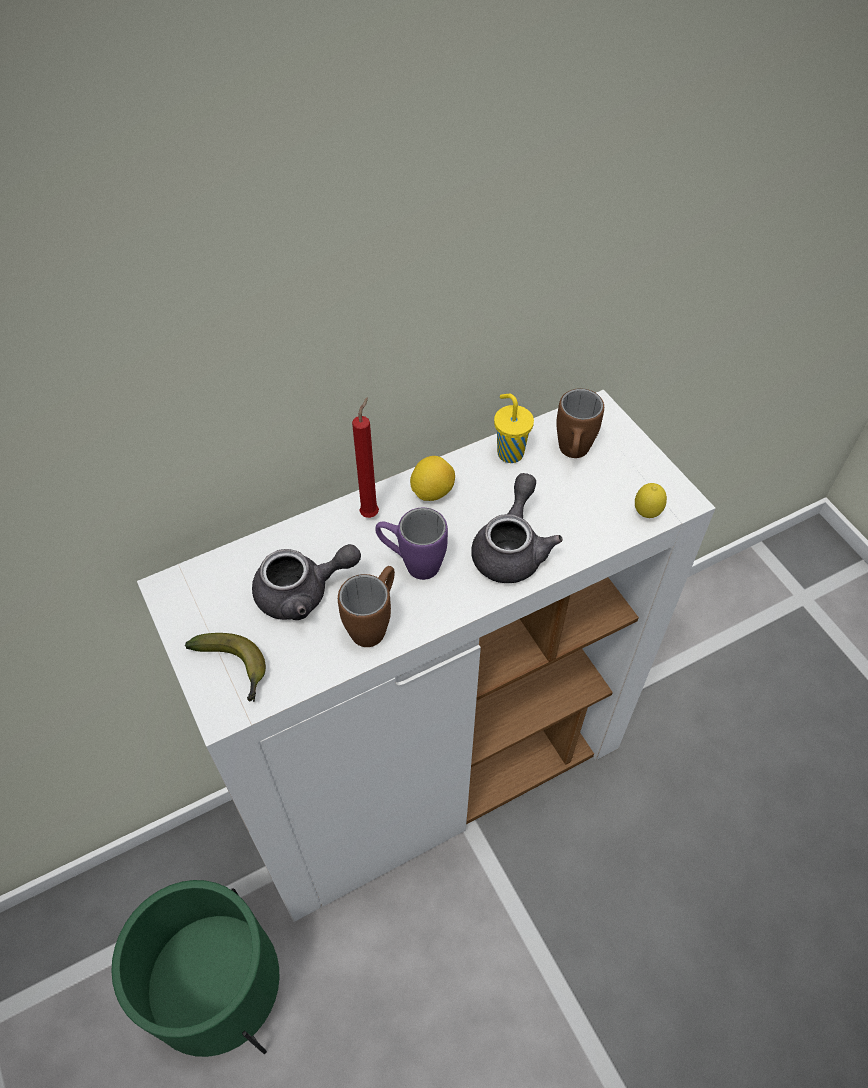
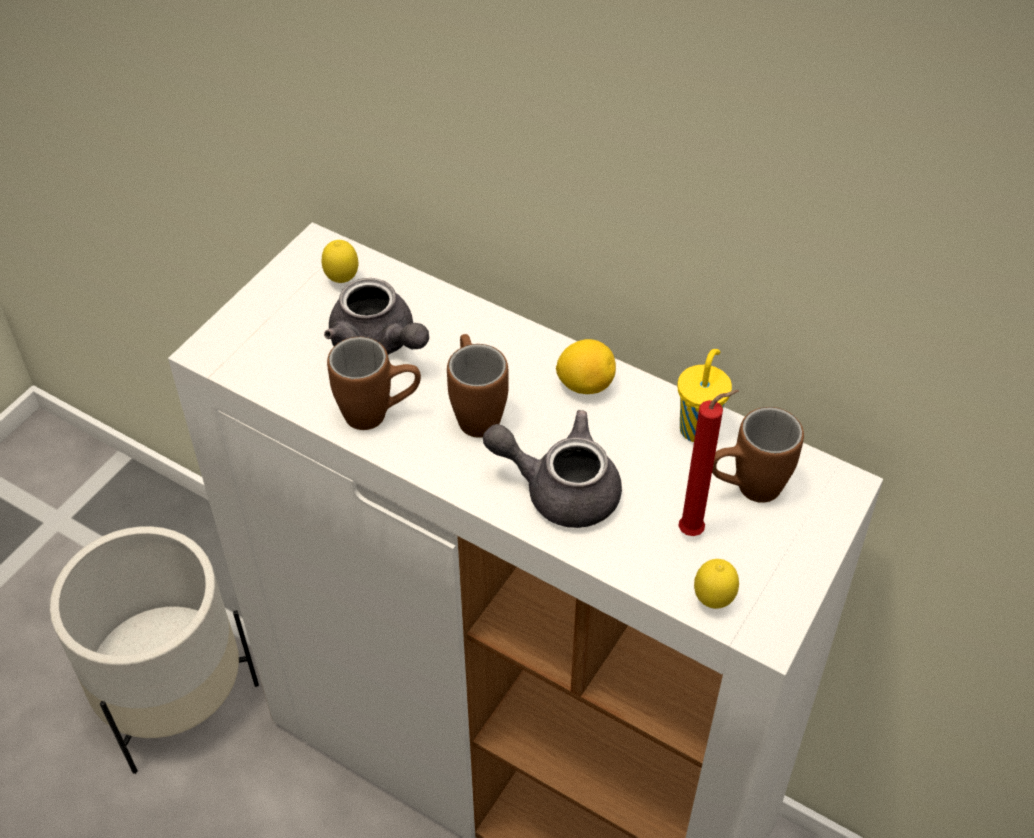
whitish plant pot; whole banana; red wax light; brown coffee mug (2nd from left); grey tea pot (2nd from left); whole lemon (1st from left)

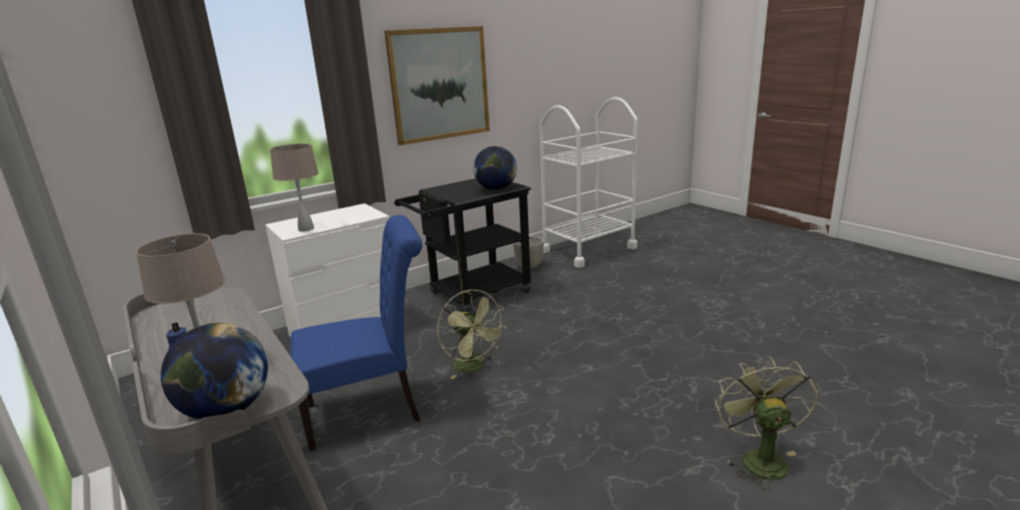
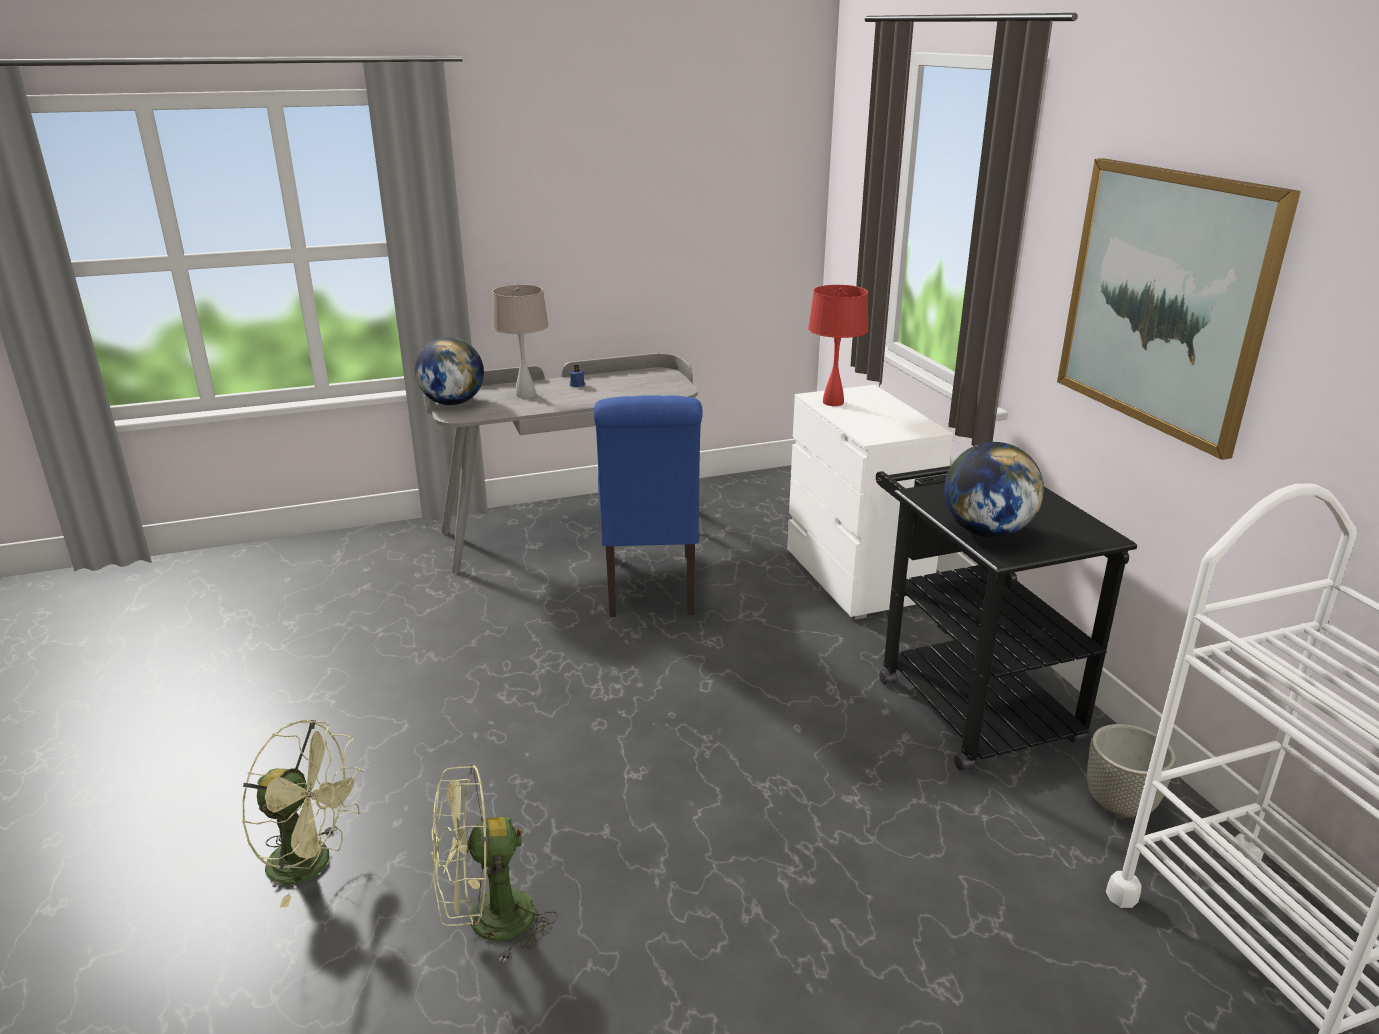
red lamp for a table; green-coloured fan (2nd from left)

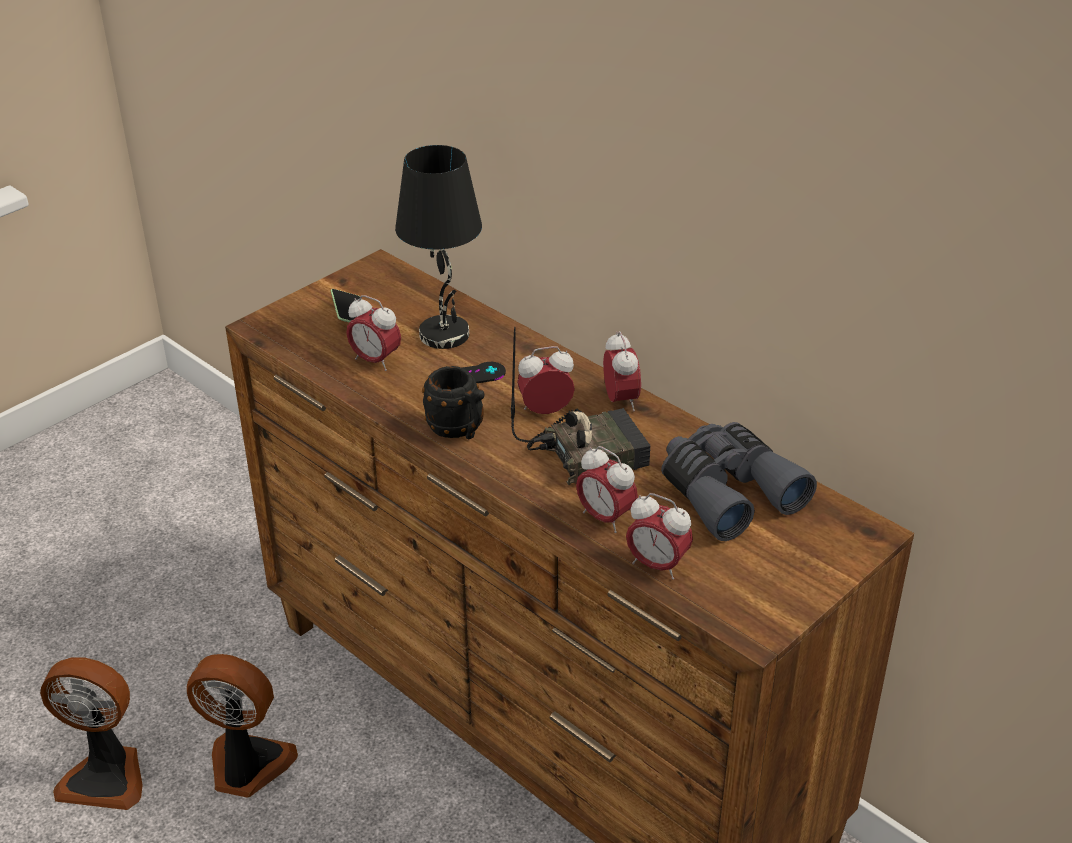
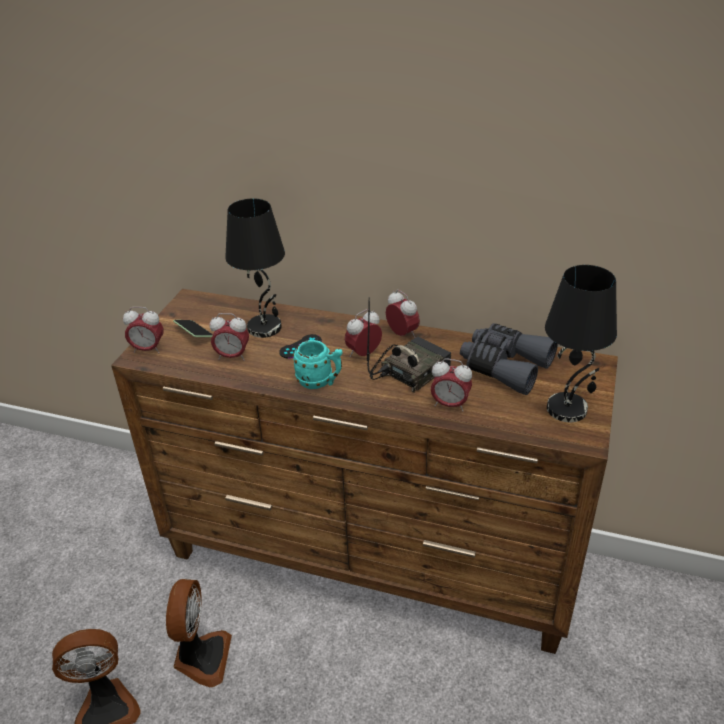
fan (2nd from left); turquoise coffee mug; bedside clock (1st from left); black-coloured lamp for a table (2nd from left)

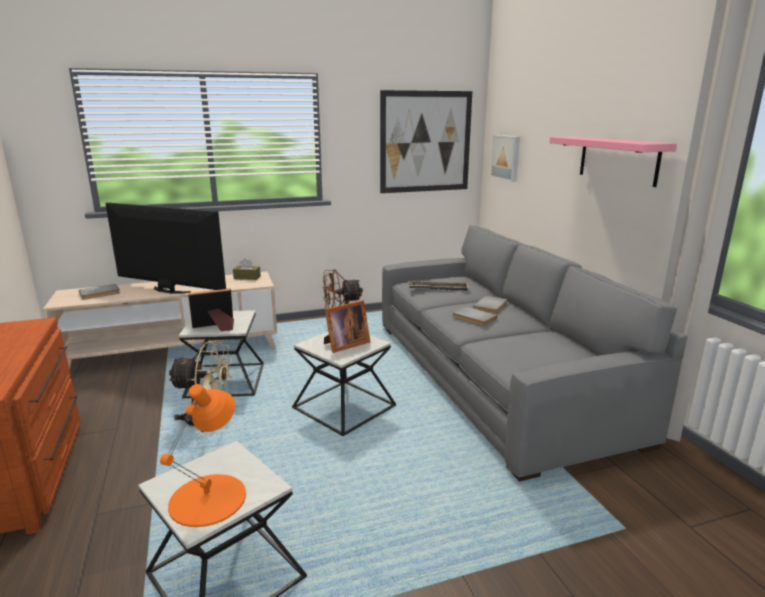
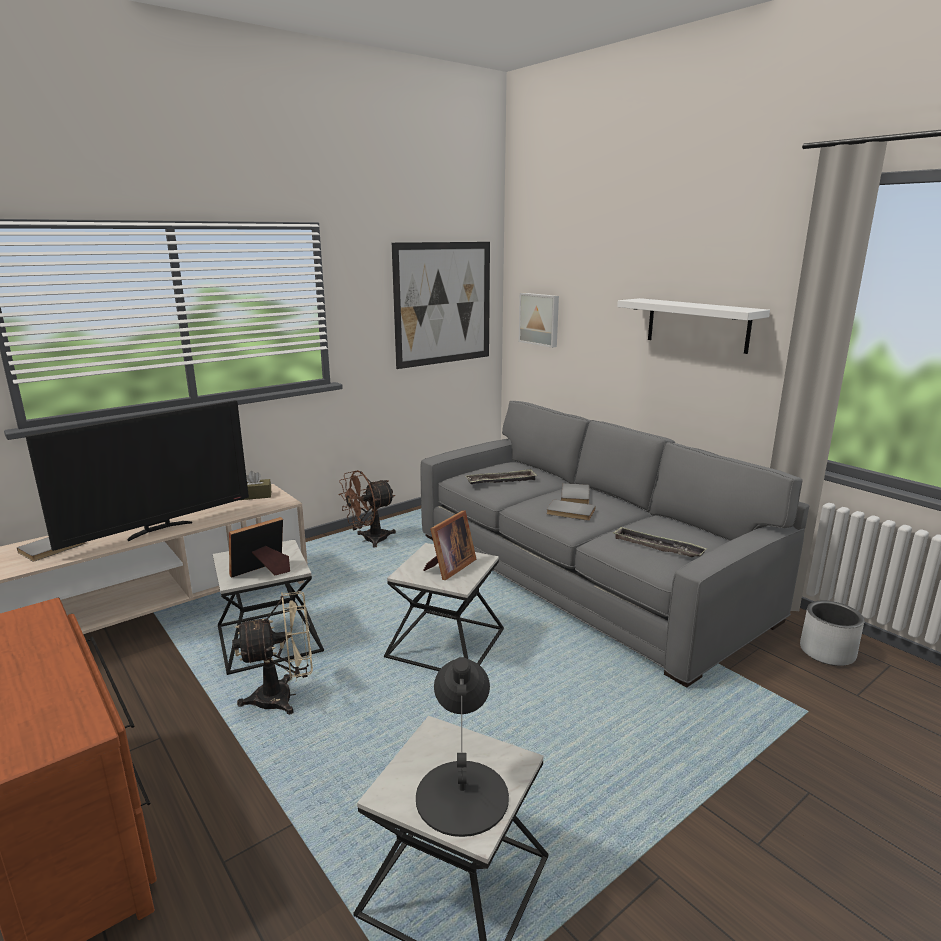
TV; black-coloured lamp for a table; whitish shelf; tray (2nd from left); grey plant pot

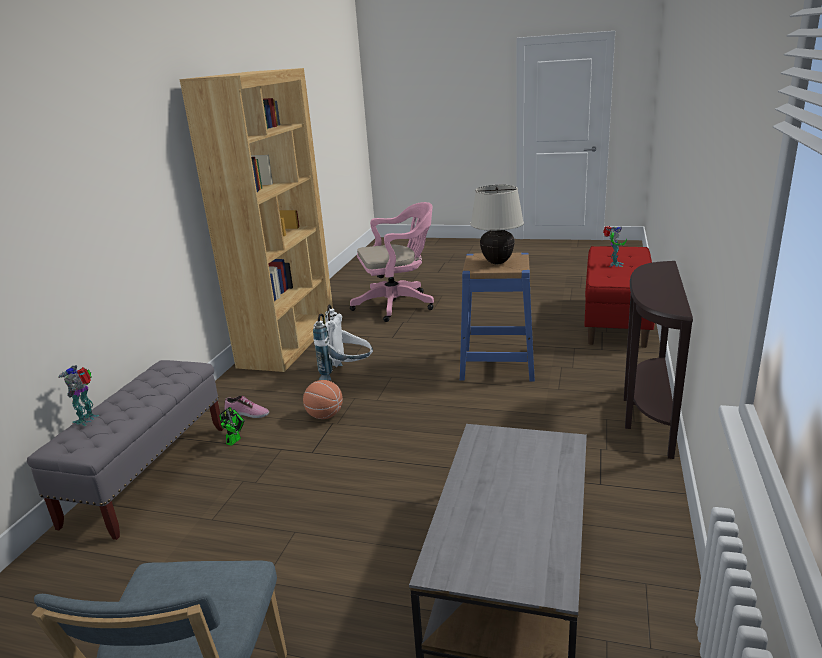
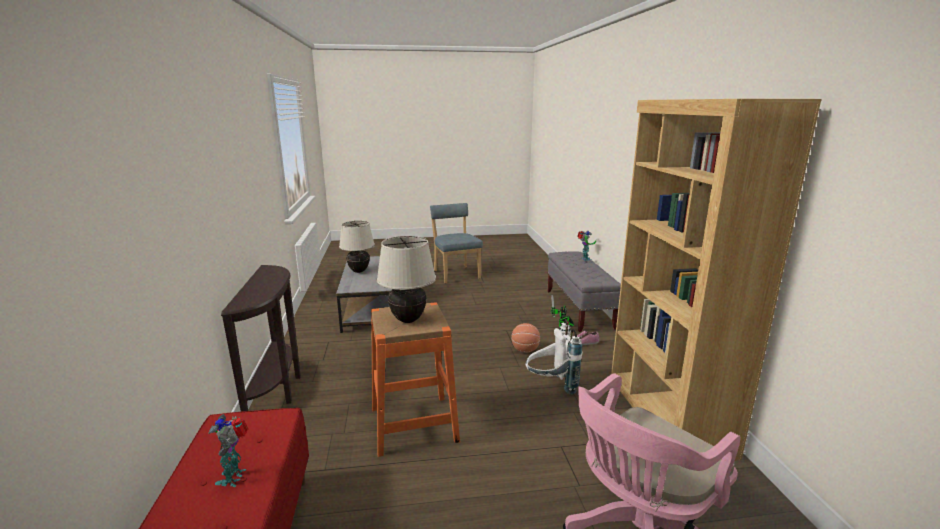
orangey stool seat; beige-coloured lamp for a table (1st from left)

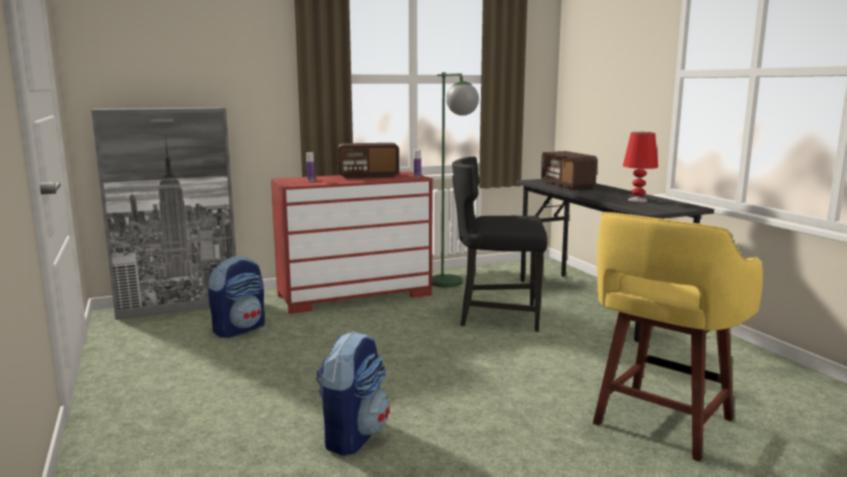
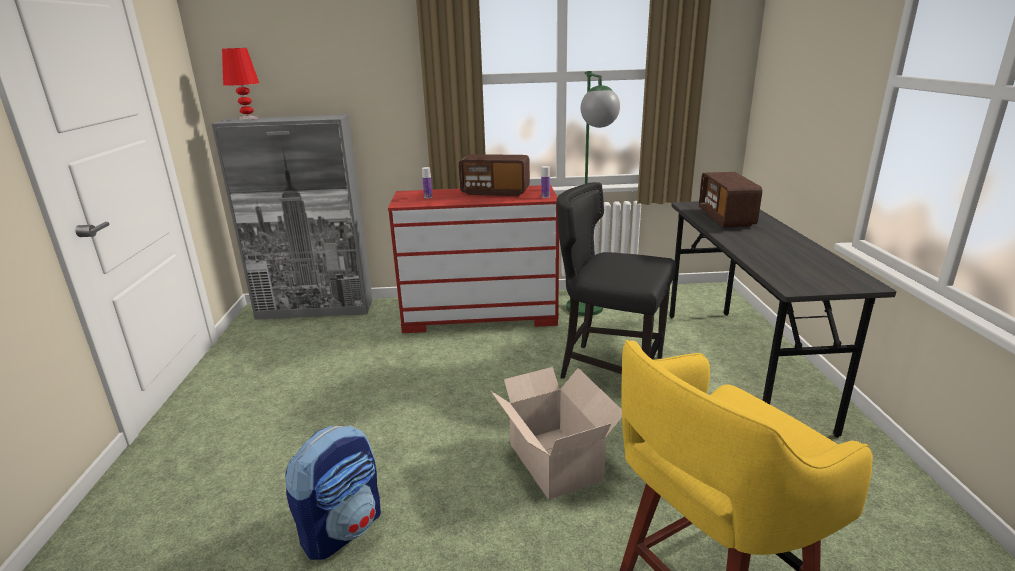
knapsack (1st from left in the first image); red lamp for a table; packing box

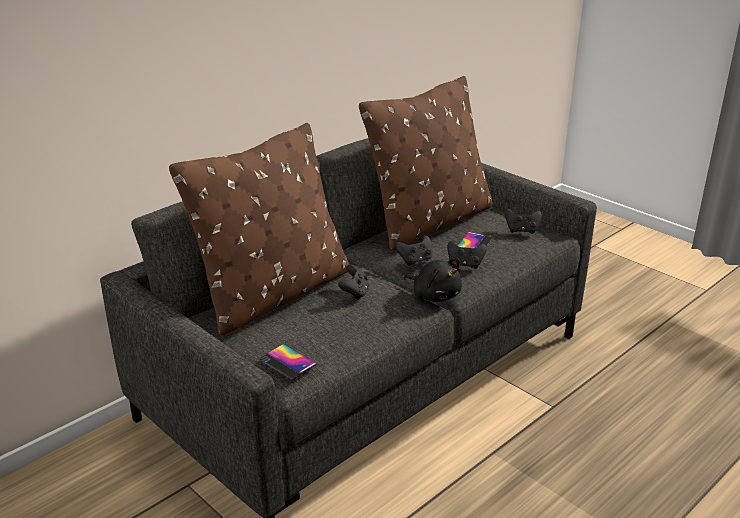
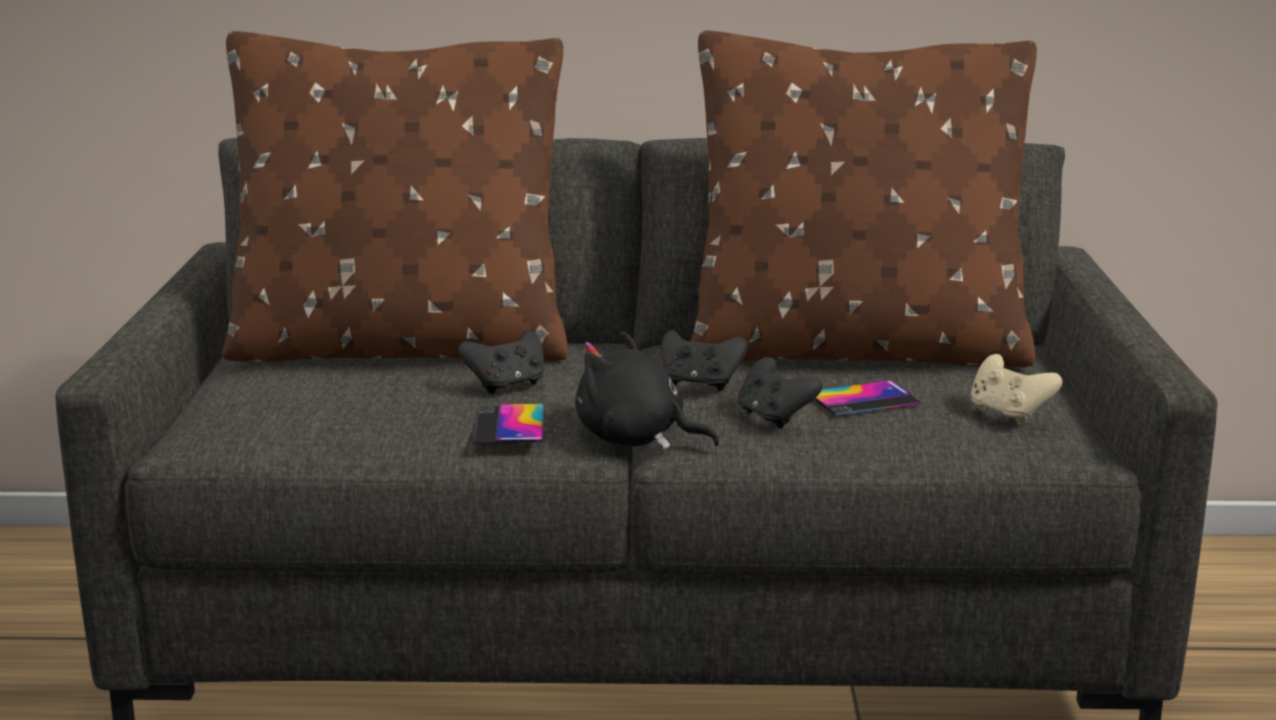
telephone (1st from left); black-coloured plush toy; beige-coloured gamepad

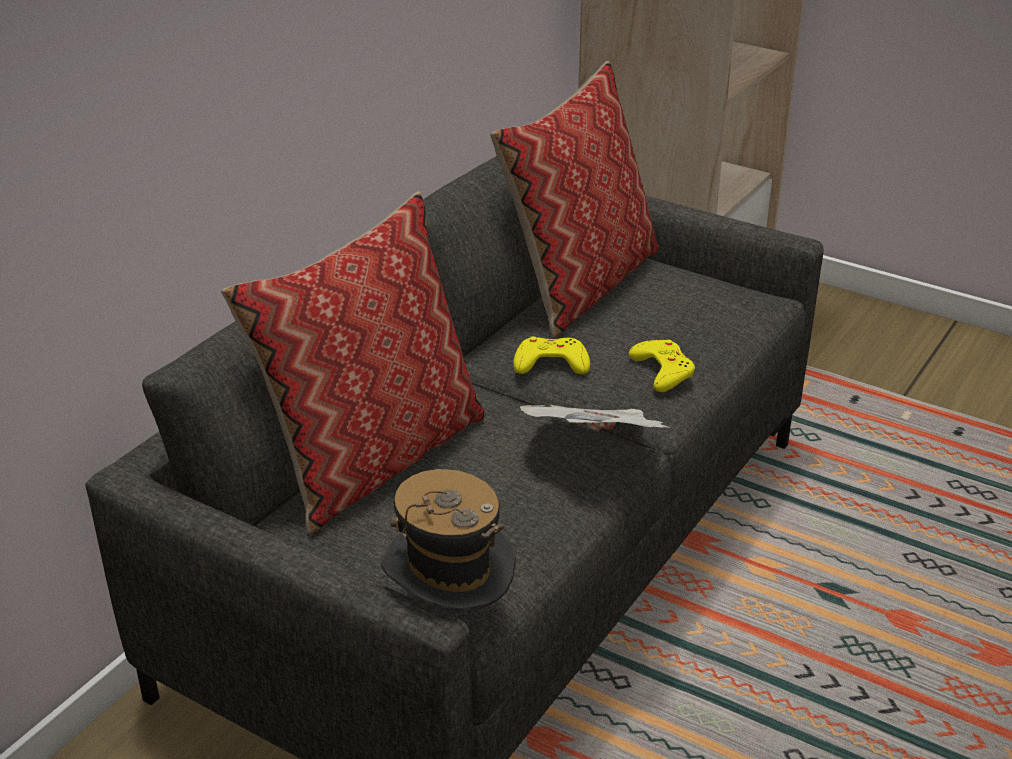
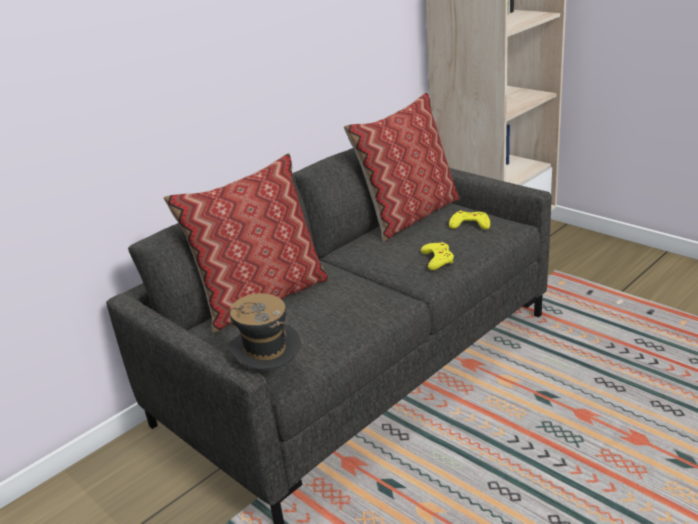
yellow-coloured gamepad (2nd from left); daily paper

